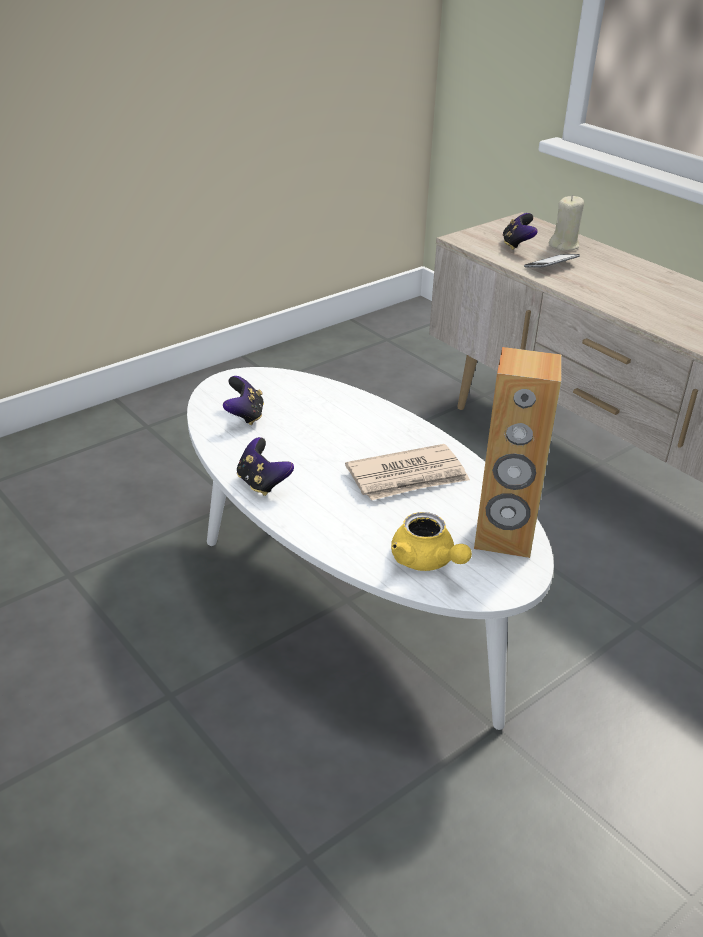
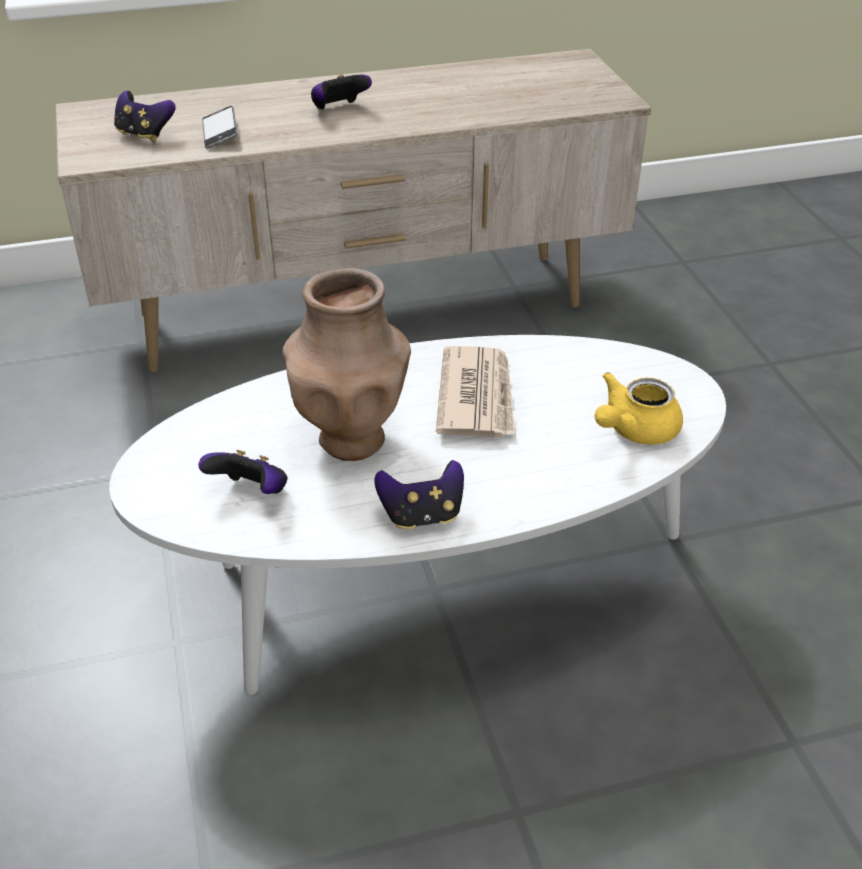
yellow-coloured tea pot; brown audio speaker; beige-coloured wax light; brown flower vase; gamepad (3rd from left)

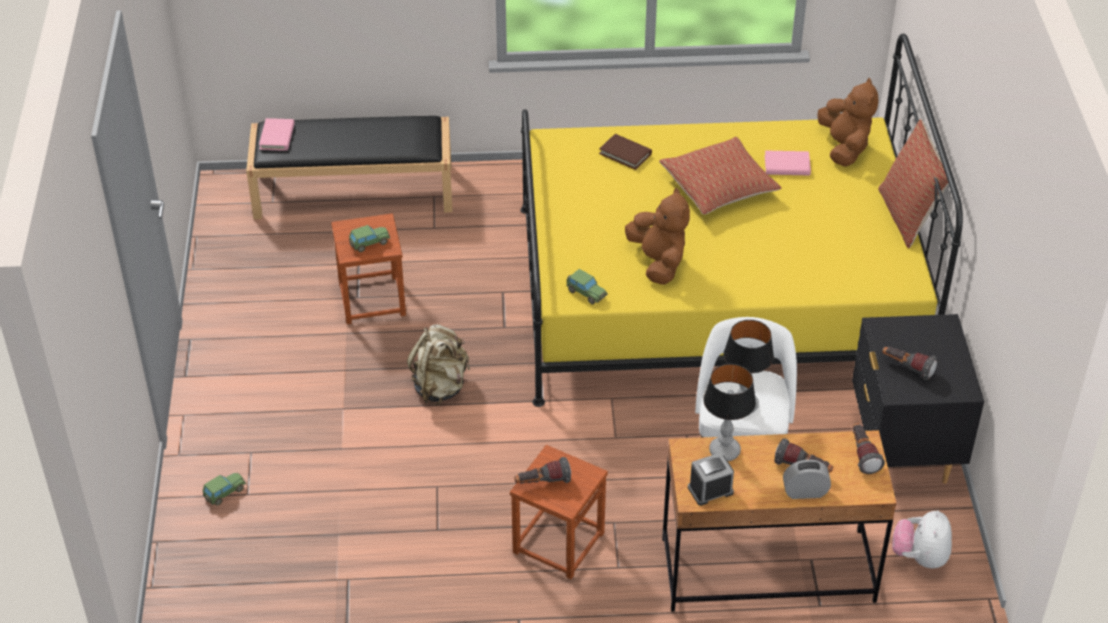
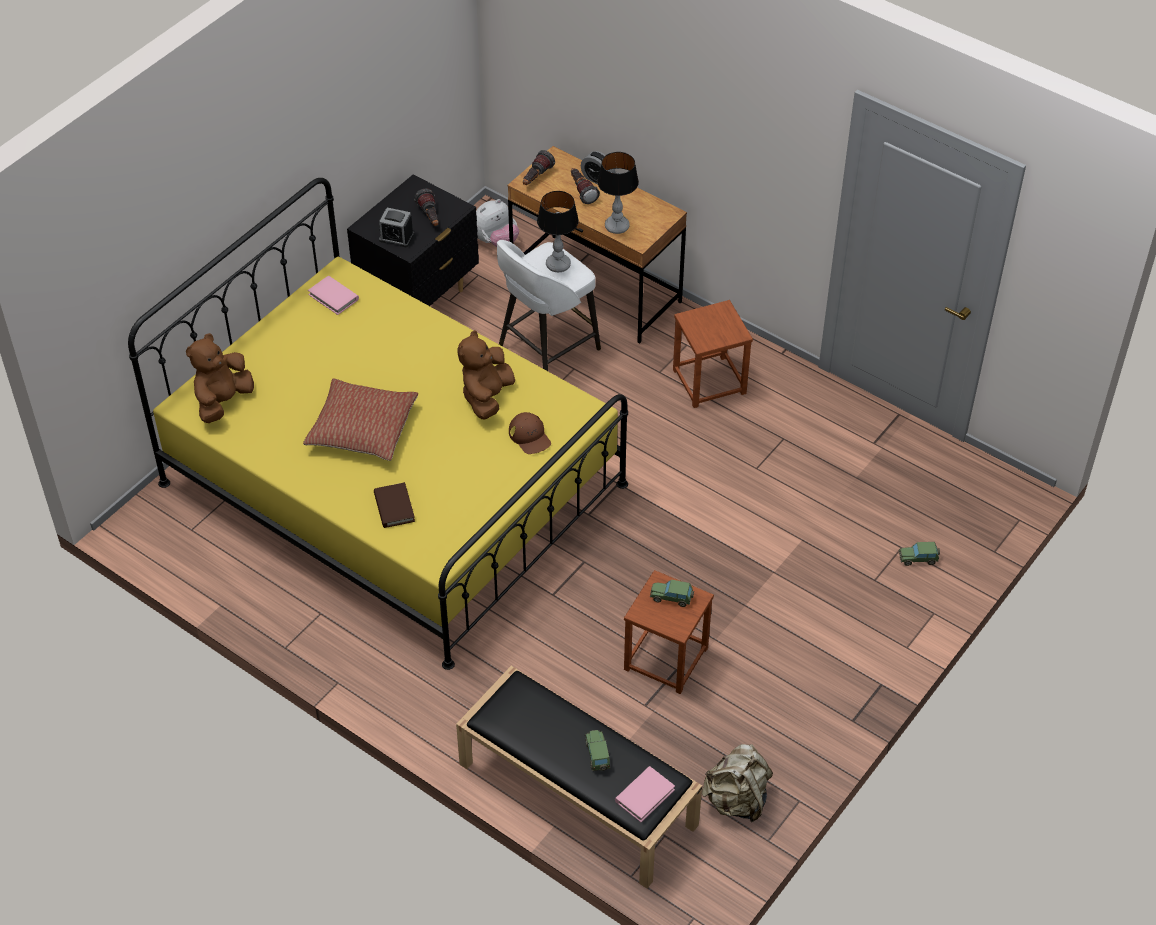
beige-coloured knapsack; hand torch (1st from left in the first image); miniature car (1st from left); bedside clock (1st from left); pink-coloured book (1st from left); pillow (2nd from left in the first image); brown peaked cap

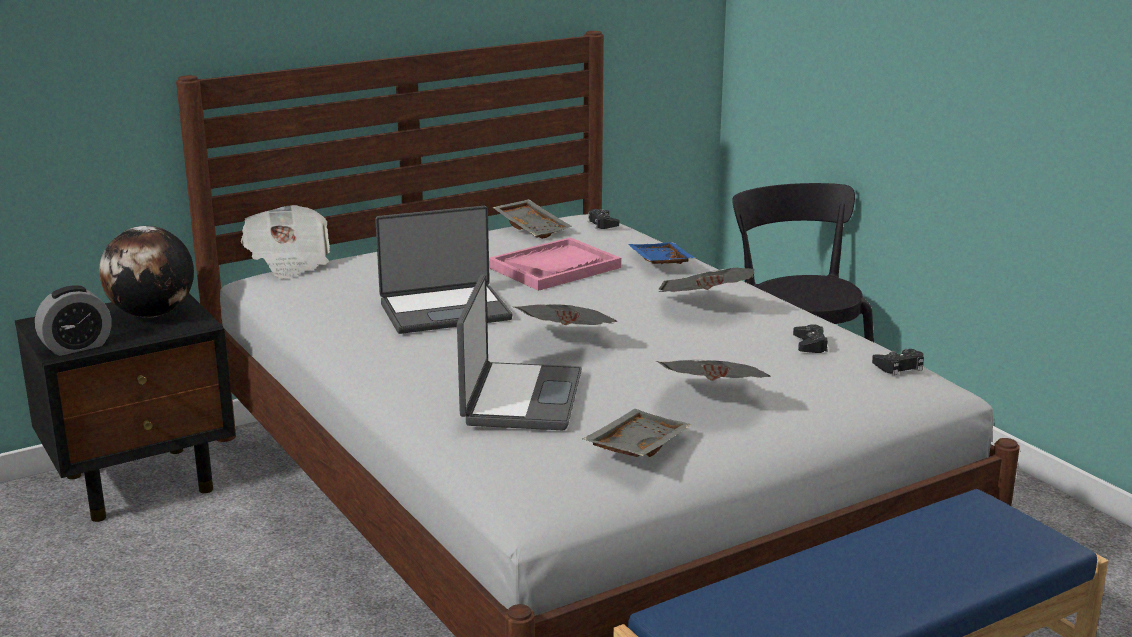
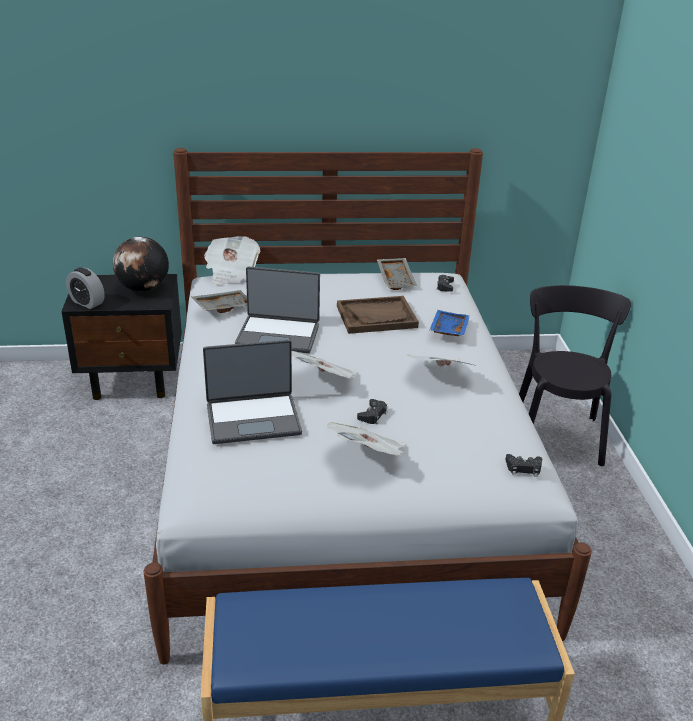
bedside clock; laptop (1st from left); brown tray; grey tray (1st from left); black-coloured gamepad (1st from left)

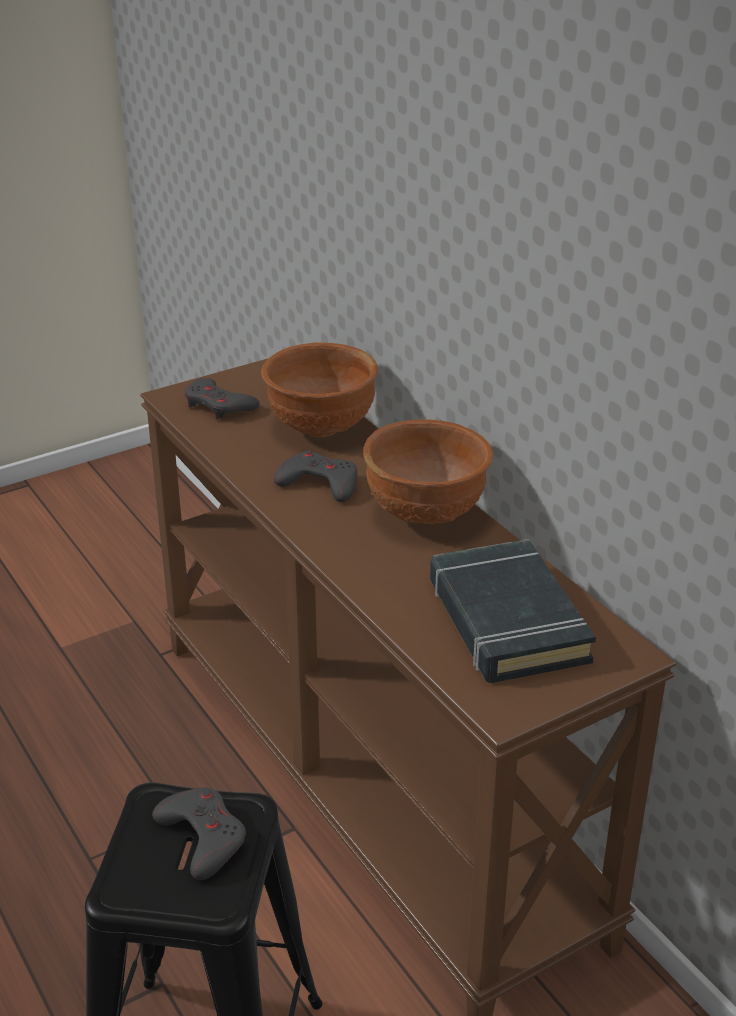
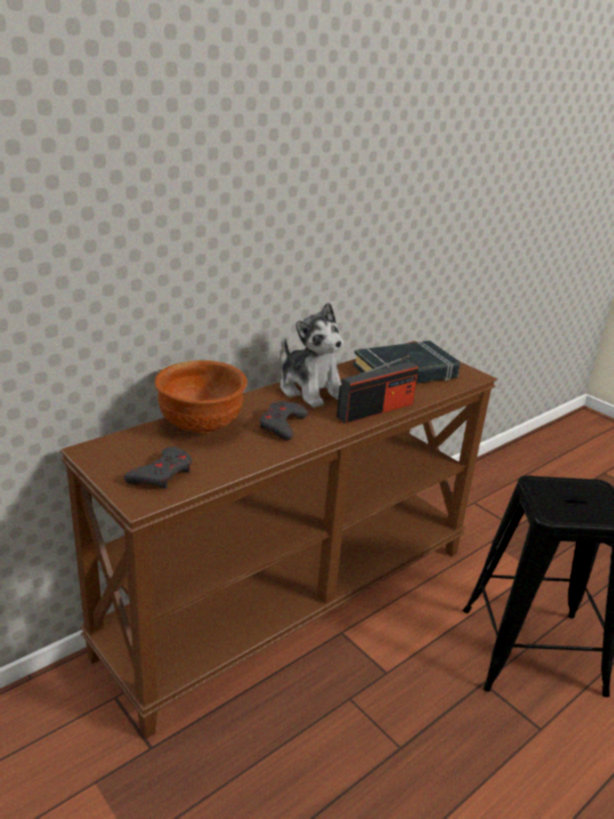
grey gamepad (1st from left in the first image); plush toy; radio set

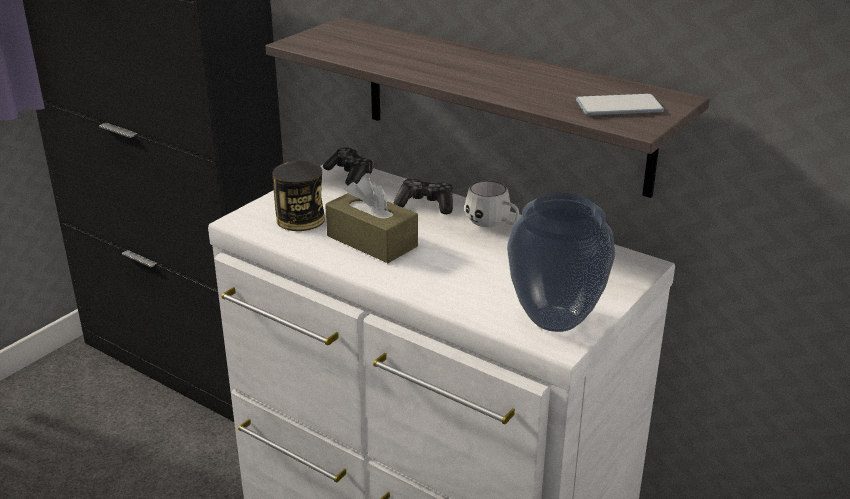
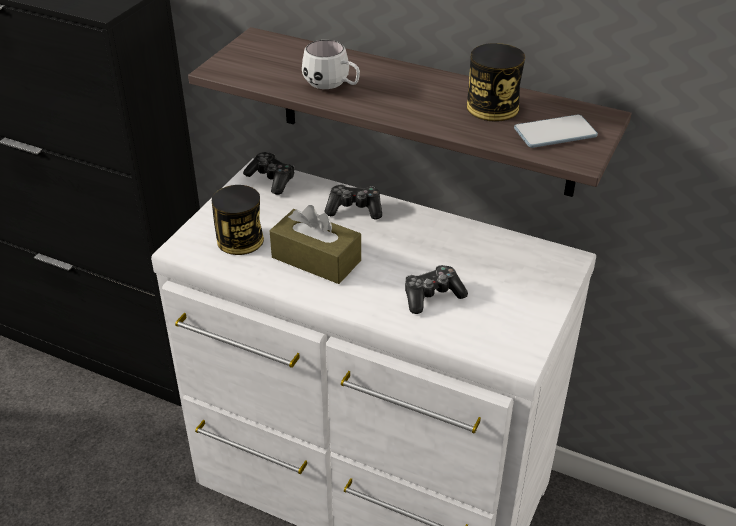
whitish coffee mug; flower vase; gamepad (3rd from left); metal can (2nd from left)

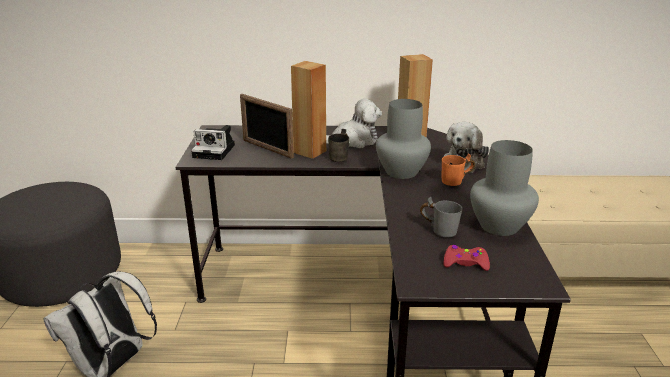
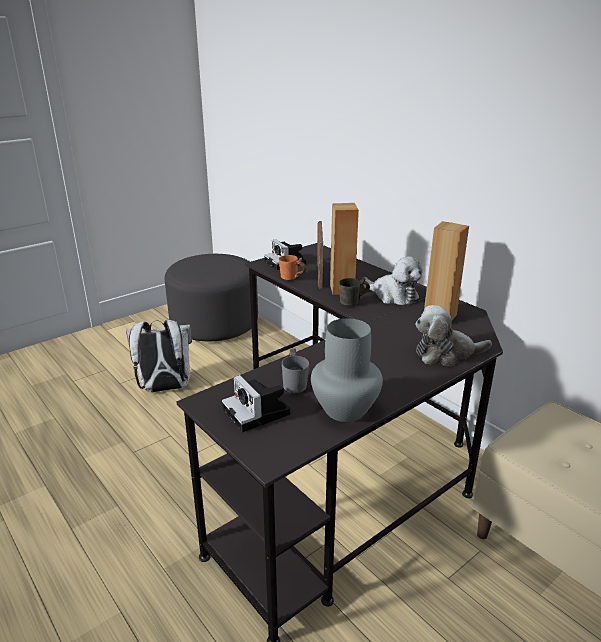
grey flower vase (1st from left in the first image); orangey coffee mug; photo camera (1st from left)

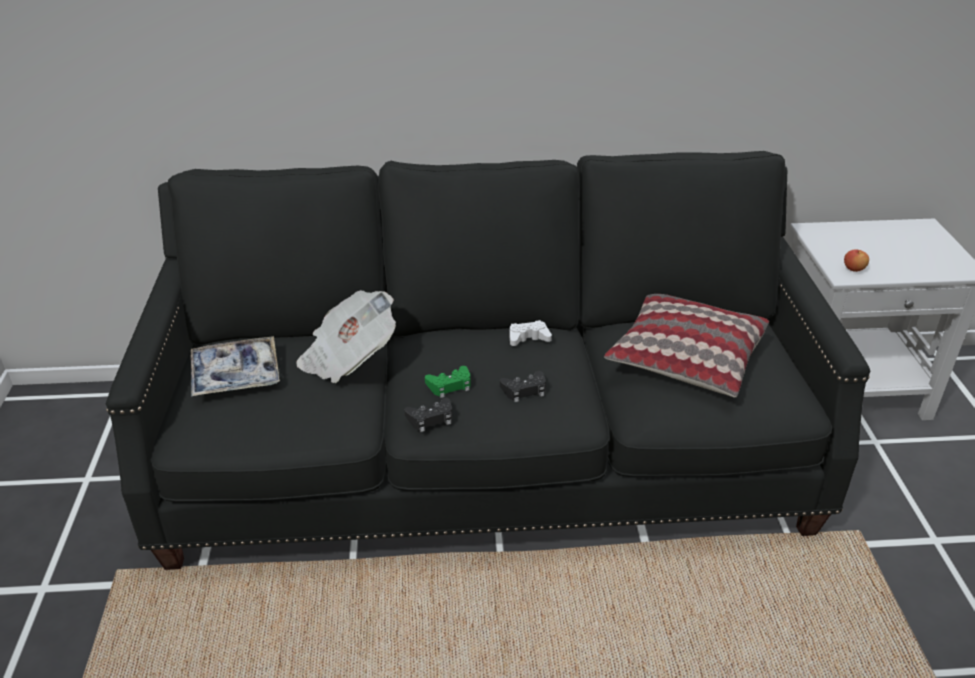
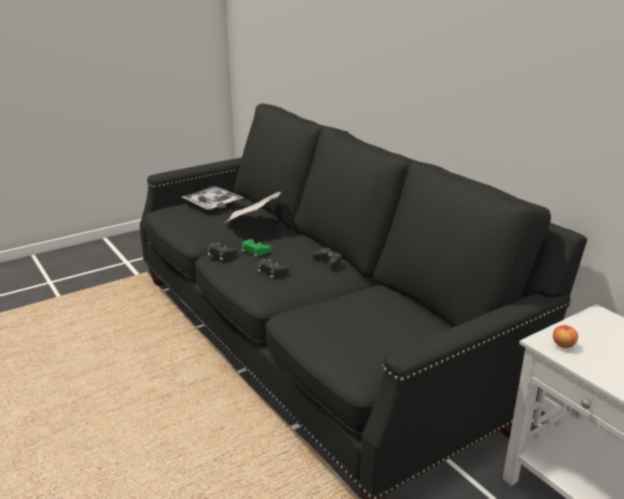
black-coloured gamepad (3rd from left); pillow

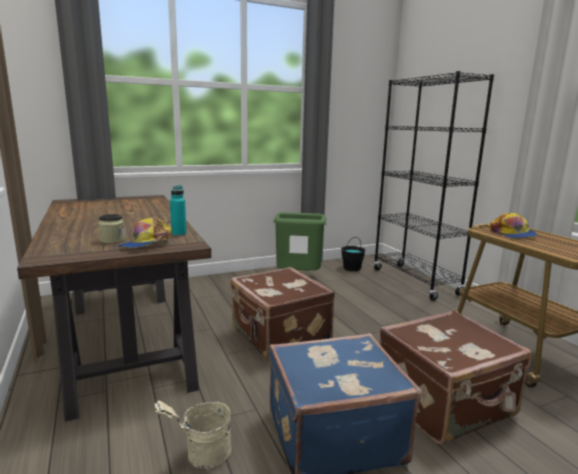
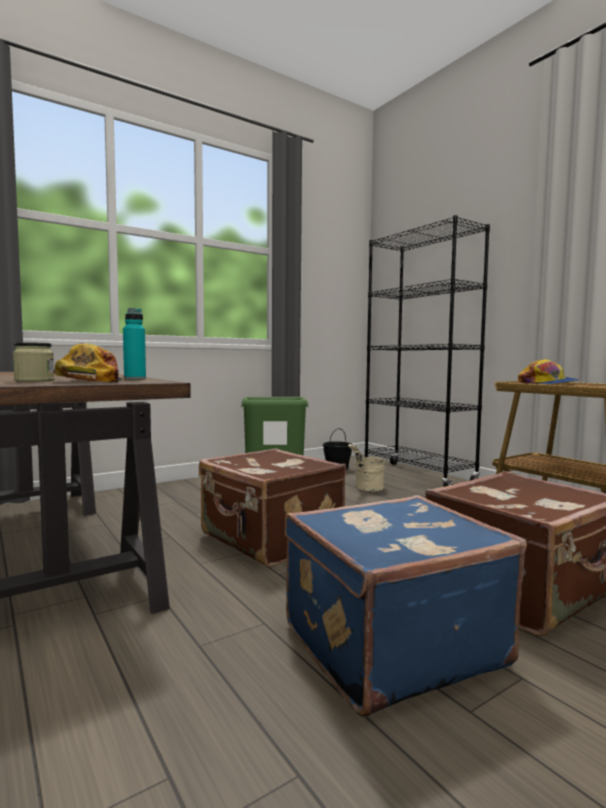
peaked cap (1st from left); beige-coloured bucket

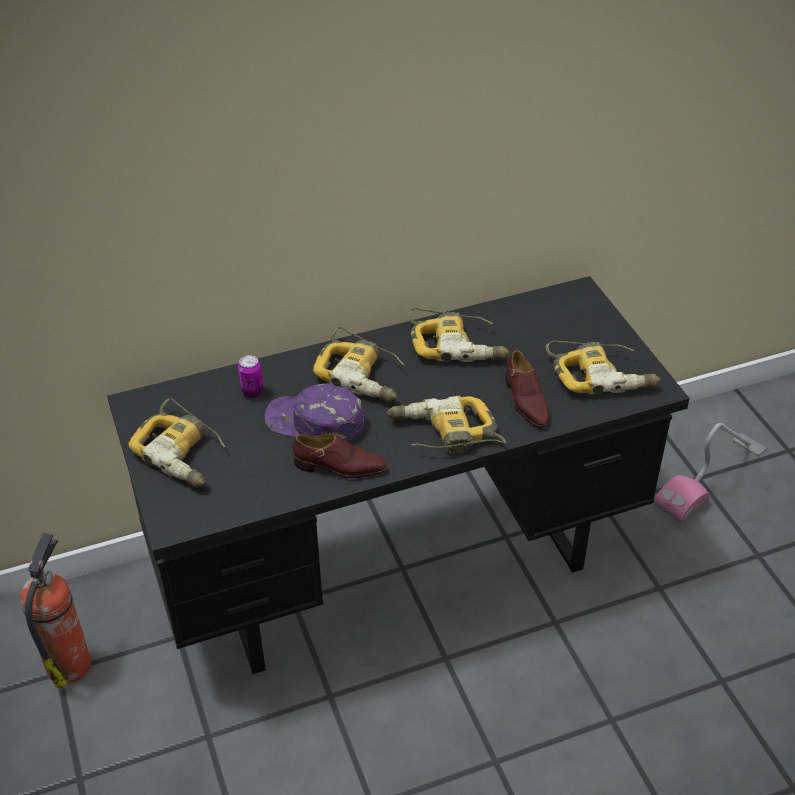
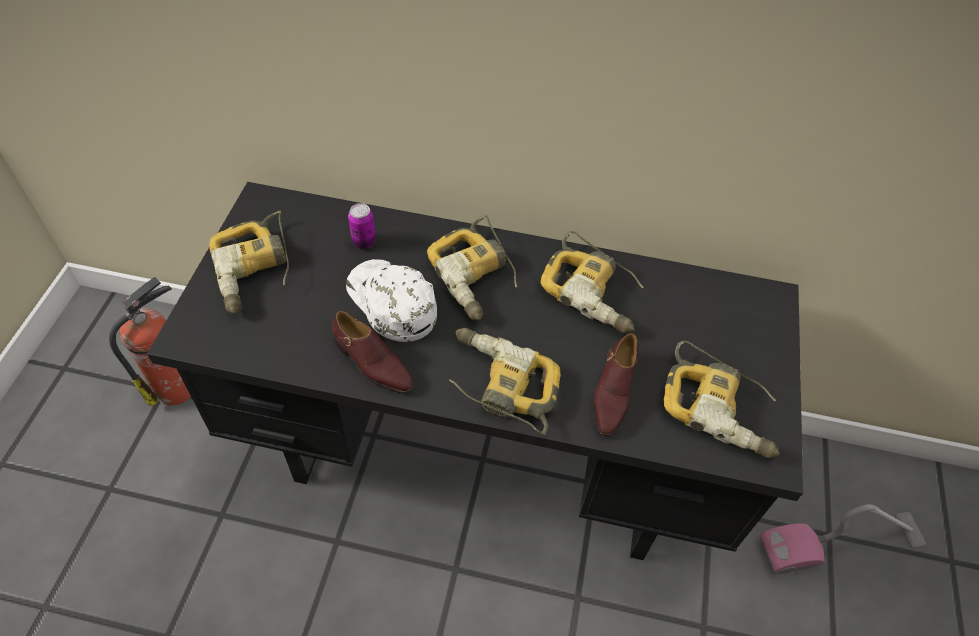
whitish peaked cap

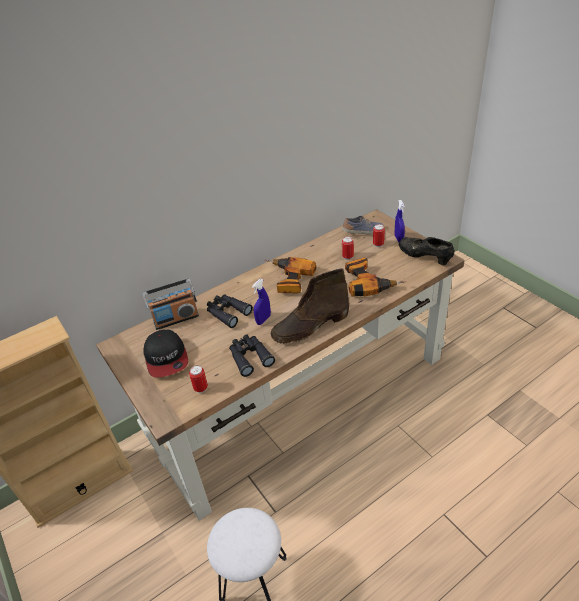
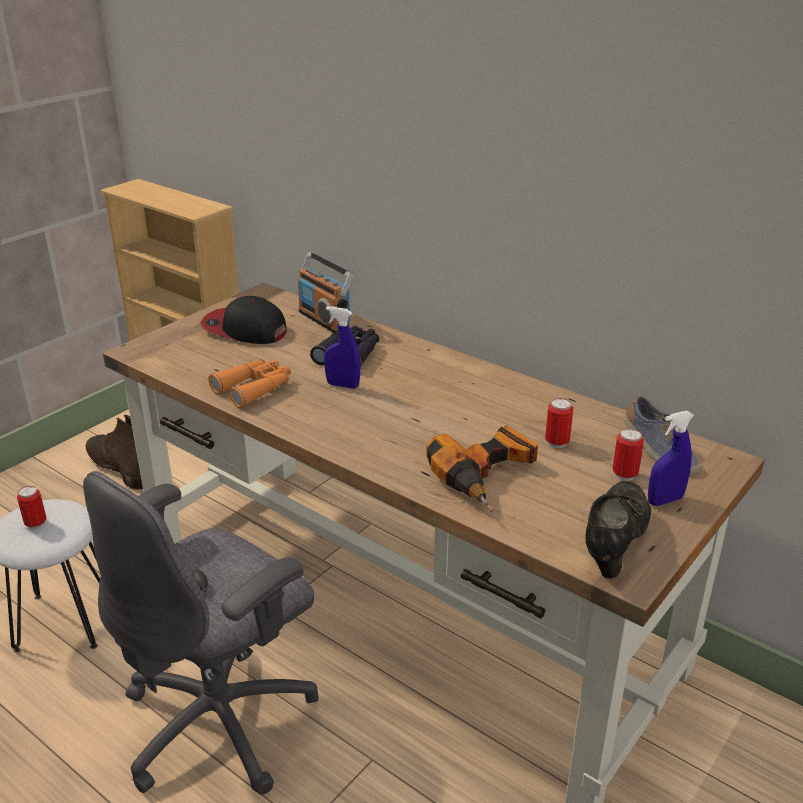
peaked cap; metal can (1st from left); orangey field glasses; drill (1st from left in the first image); brown high-top boot; grey office chair

